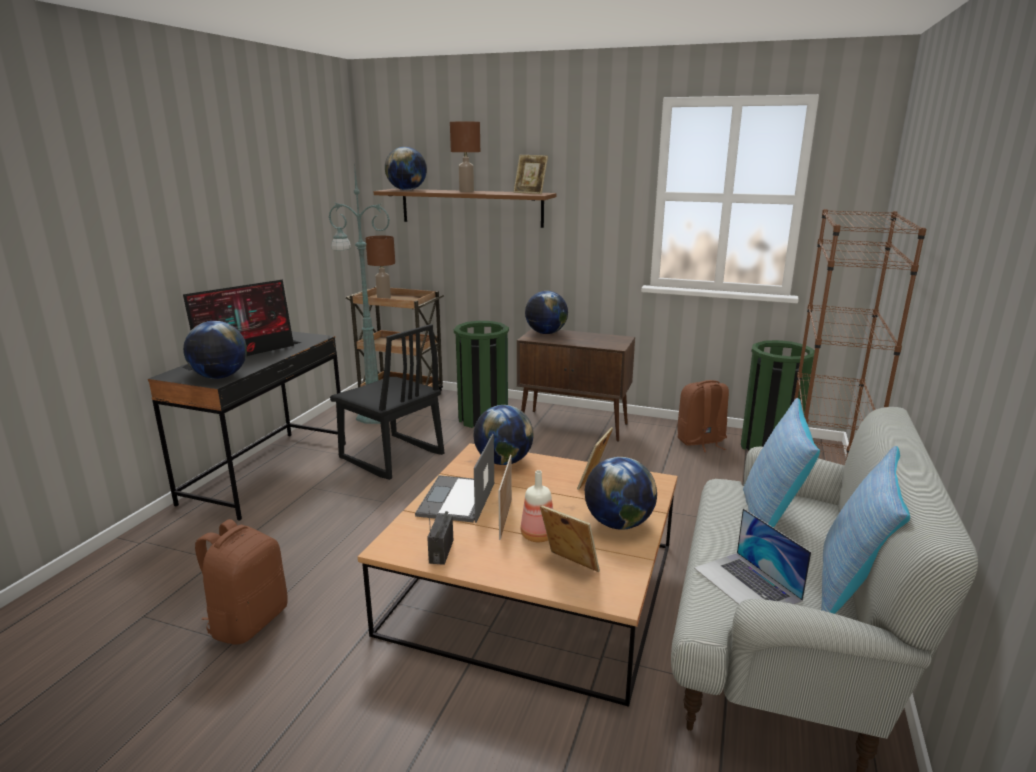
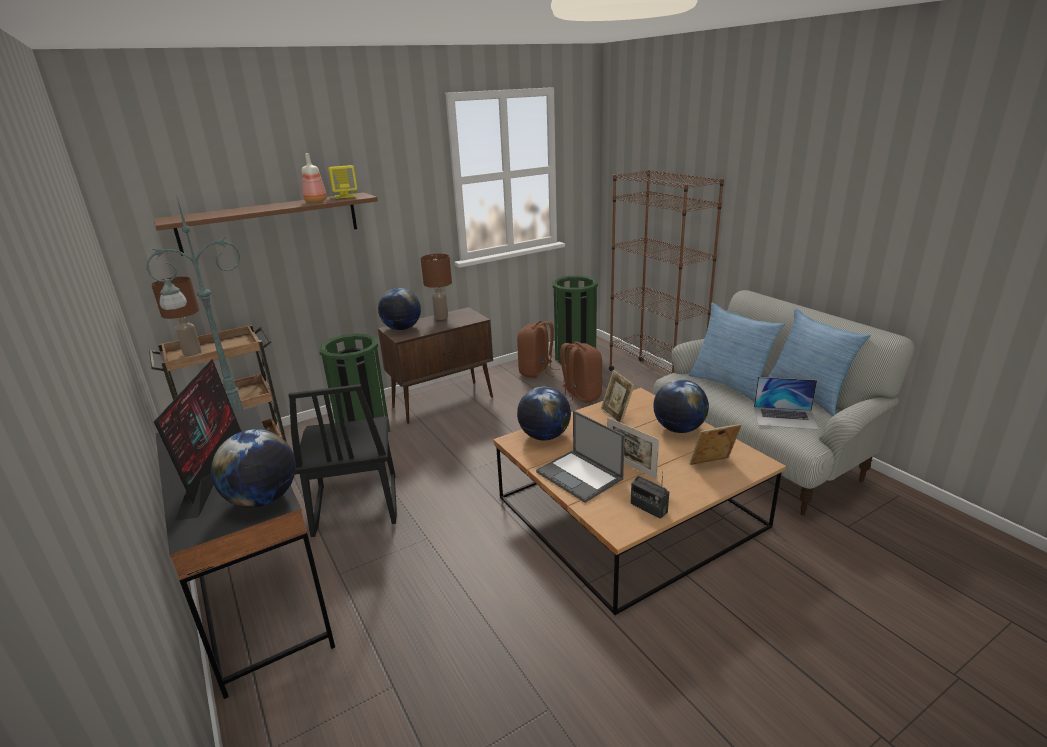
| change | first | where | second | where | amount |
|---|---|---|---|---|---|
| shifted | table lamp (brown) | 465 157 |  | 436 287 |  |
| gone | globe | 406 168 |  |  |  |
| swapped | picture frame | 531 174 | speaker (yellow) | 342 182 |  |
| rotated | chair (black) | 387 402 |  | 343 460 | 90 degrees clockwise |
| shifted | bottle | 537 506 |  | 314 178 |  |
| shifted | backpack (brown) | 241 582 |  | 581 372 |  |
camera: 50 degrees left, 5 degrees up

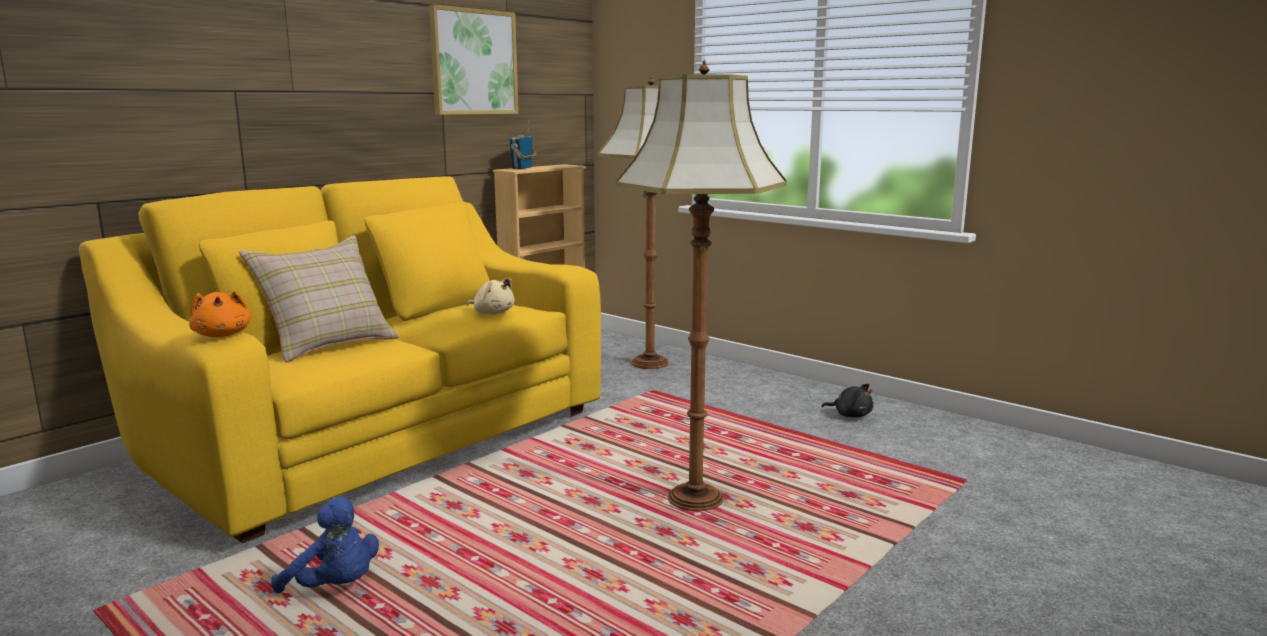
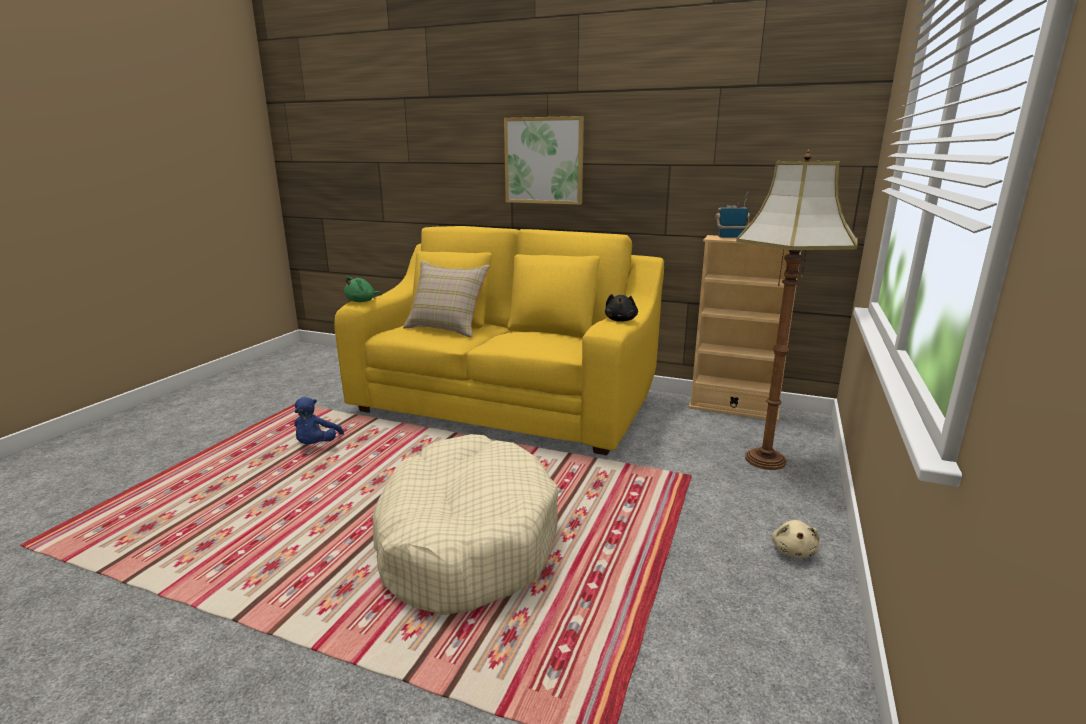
| change | first | where | second | where | amount |
|---|---|---|---|---|---|
| shifted | picture | 474 59 |  | 544 160 |  |
| swapped | floor lamp | 701 285 | dog bed (beige) | 466 524 |  |
| shifted | plush toy (beige) | 491 295 |  | 795 539 |  |
| repainted | plush toy (orange) | 220 314 | plush toy (green) | 363 289 |  |
| shifted | plush toy (black) | 847 401 |  | 621 308 |  |
camera: 70 degrees right, 5 degrees up

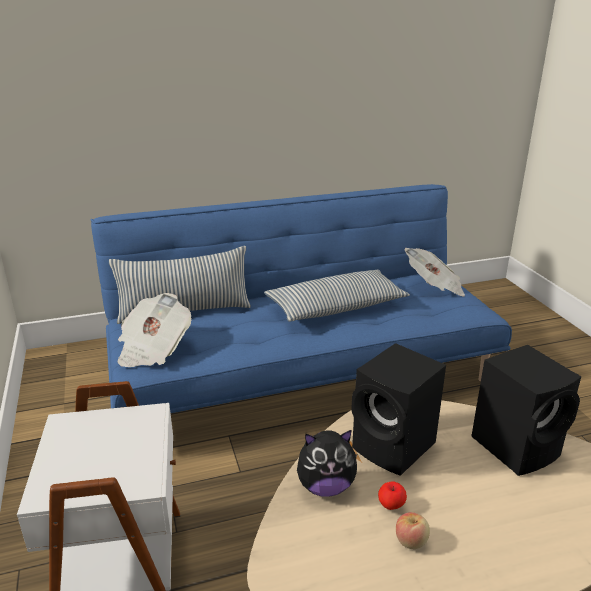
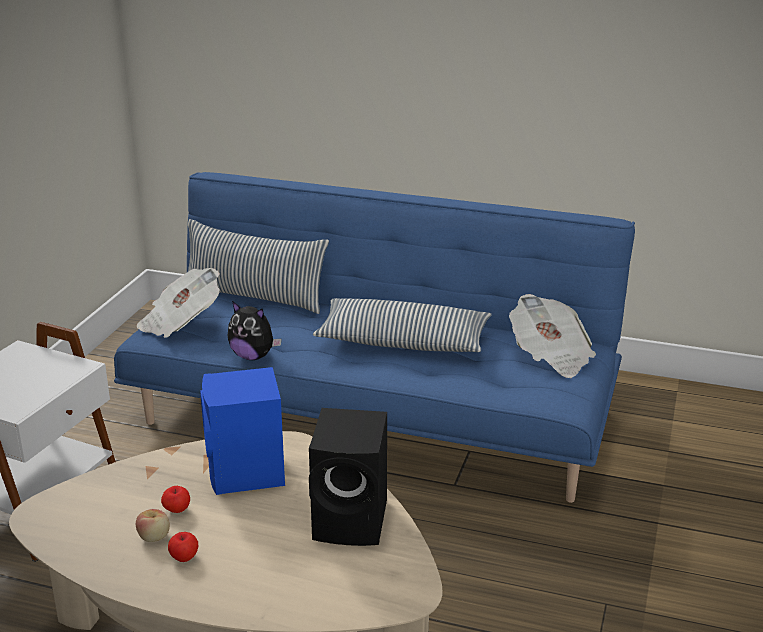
| change | first | where | second | where | amount |
|---|---|---|---|---|---|
| repainted | speaker (black) | 398 409 | speaker (blue) | 242 431 |  |
| shifted | plush toy | 327 463 |  | 255 330 |  |
| new |  |  | apple | 183 547 |  |
camera: 35 degrees right, 0 degrees up

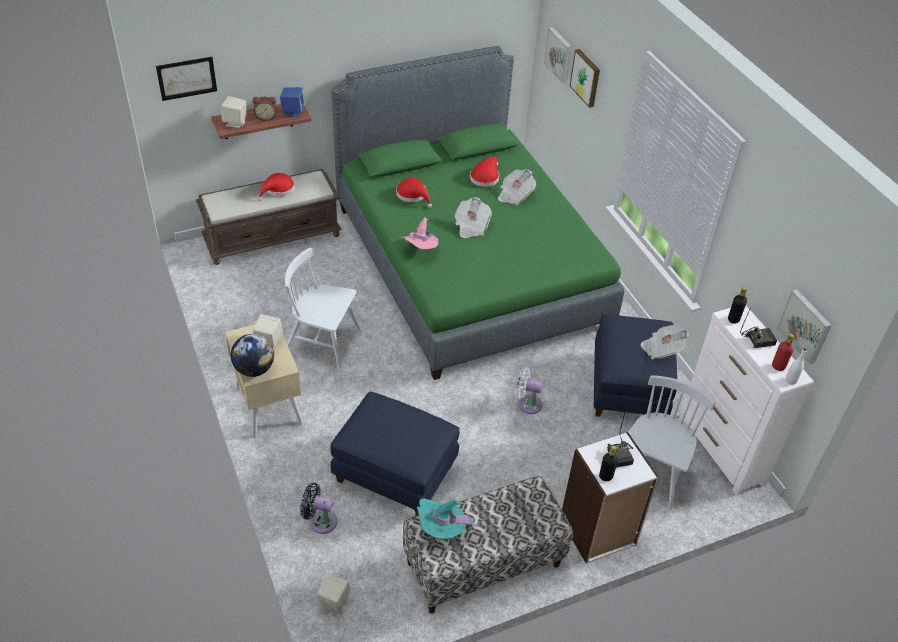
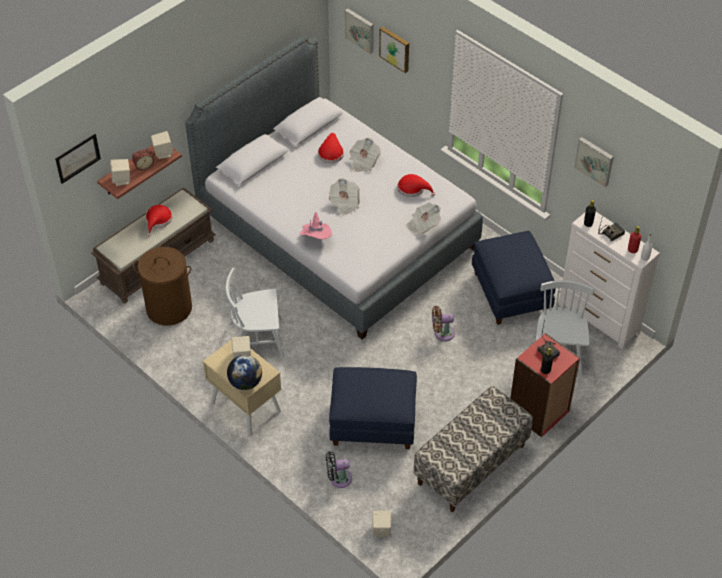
| change | first | where | second | where | amount |
|---|---|---|---|---|---|
| repainted | bed (green) | 477 213 | bed (grey) | 334 187 |  |
| repainted | speaker (blue) | 292 102 | speaker (beige) | 162 145 |  |
| shifted | hat (red) | 414 193 |  | 416 185 |  |
| shifted | picture | 804 327 |  | 594 162 |  |
| shifted | newspaper | 665 341 |  | 423 219 |  |
| repainted | fan (white) | 529 390 | fan (brown) | 443 323 |  |
| repainted | bookcase (white) | 610 498 | bookcase (red) | 545 385 |  |
| gone | hat (turquoise) | 447 518 |  |  |  |
| new |  |  | laundry basket (brown) | 162 286 |  |
camera: 20 degrees left, 5 degrees up

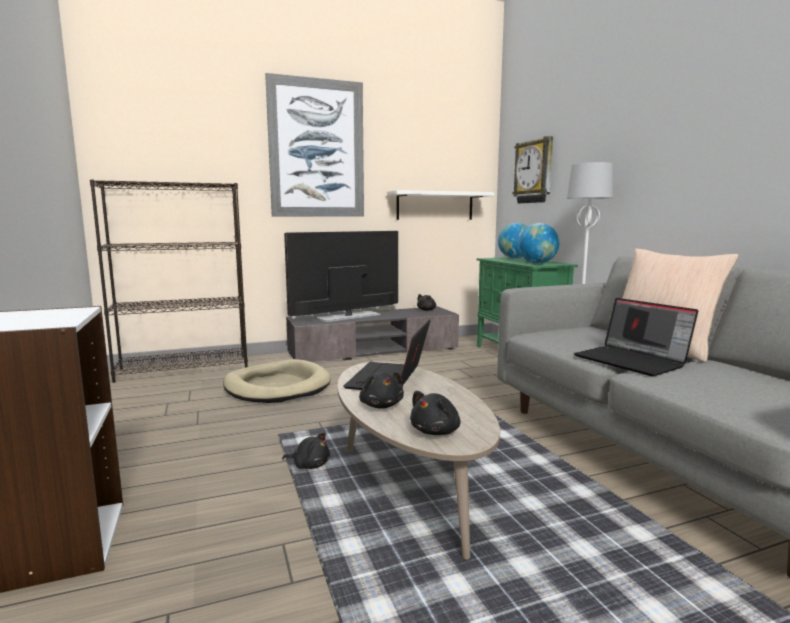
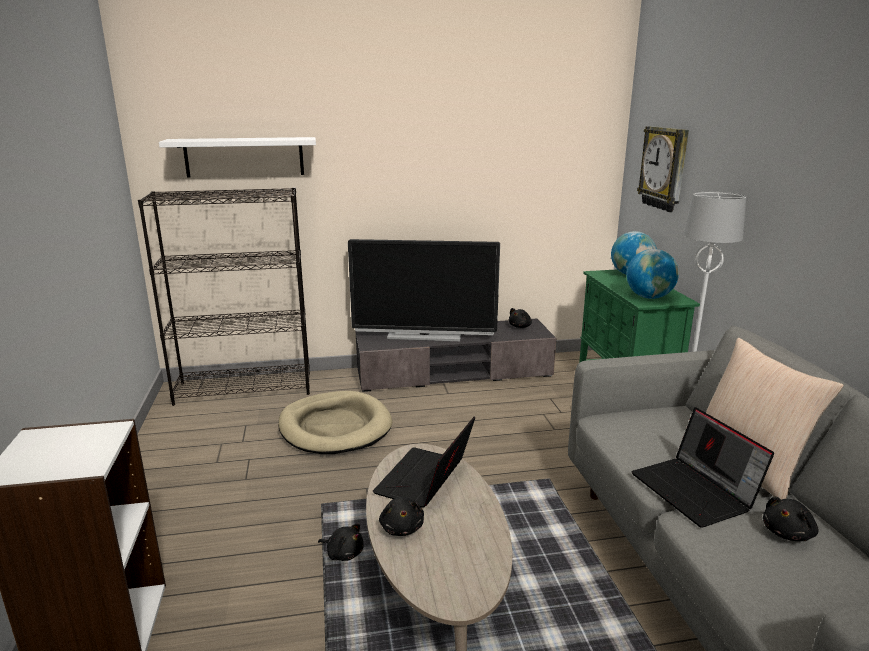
| change | first | where | second | where | amount |
|---|---|---|---|---|---|
| gone | picture | 314 145 |  |  |  |
| shifted | shelf (white) | 441 205 |  | 237 157 |  |
| rotated | television | 341 277 |  | 424 290 | 150 degrees counterclockwise |
| shifted | plush toy (black) | 435 413 |  | 790 519 |  |
camera: 10 degrees right, 10 degrees up

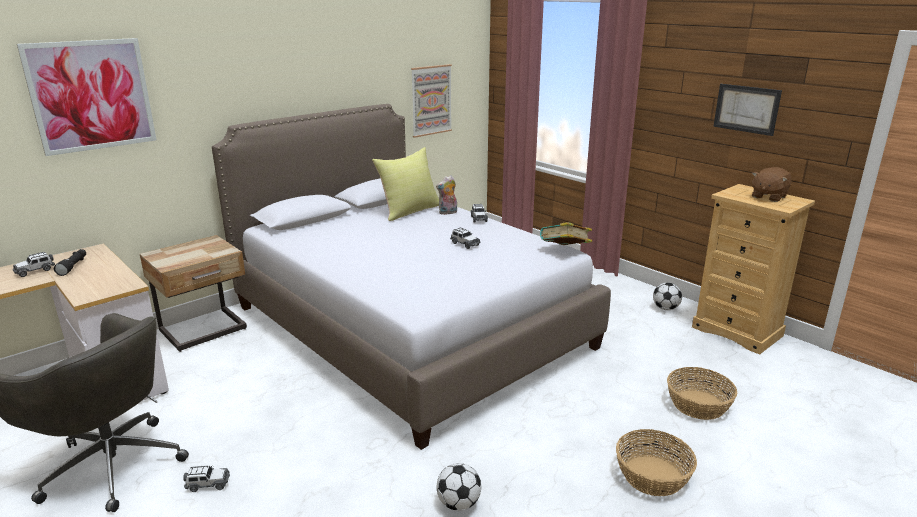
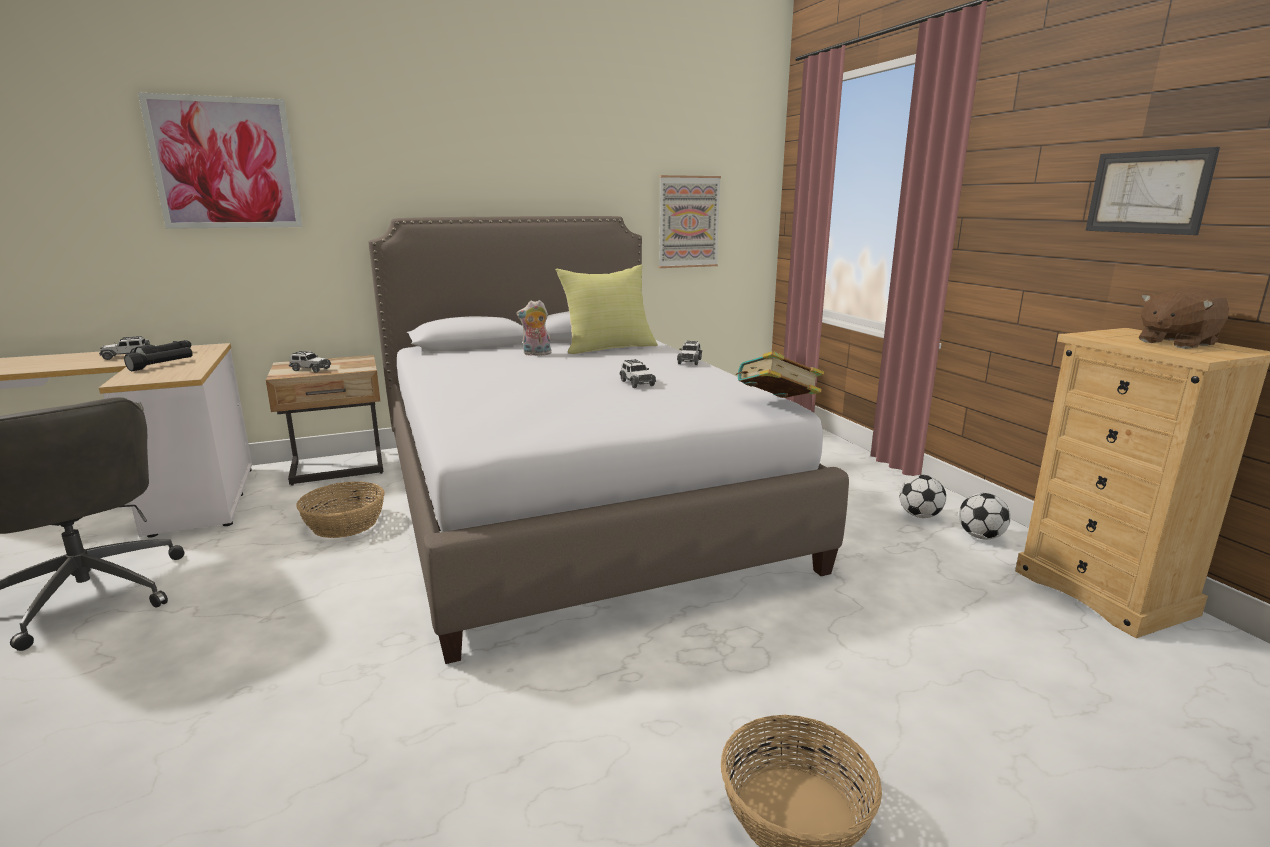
| change | first | where | second | where | amount |
|---|---|---|---|---|---|
| shifted | plush toy | 446 195 |  | 534 328 |  |
| shifted | basket | 702 393 |  | 340 509 |  |
| shifted | football | 459 487 |  | 922 496 |  |
| shifted | toy car | 206 479 |  | 310 362 |  |
| new |  |  | flashlight (black) | 158 359 |  |
camera: 20 degrees right, 5 degrees down

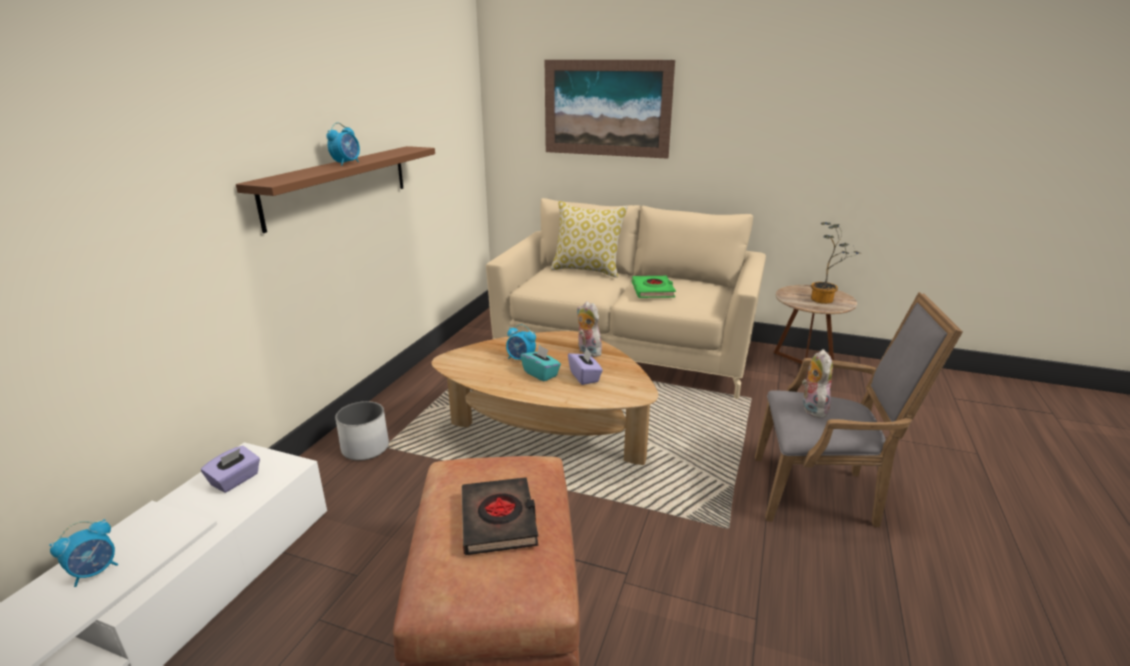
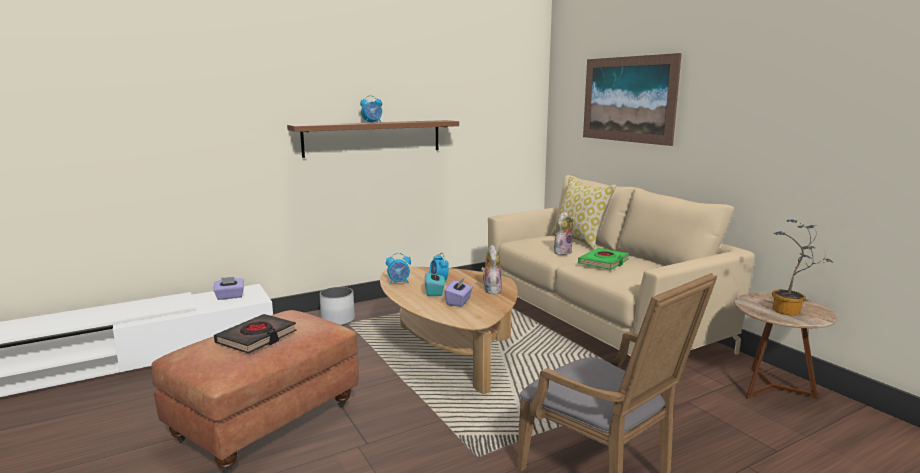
| change | first | where | second | where | amount |
|---|---|---|---|---|---|
| shifted | plush toy | 817 383 |  | 563 233 |  |
| shifted | alarm clock | 83 553 |  | 398 268 |  |
camera: 40 degrees right, 10 degrees down

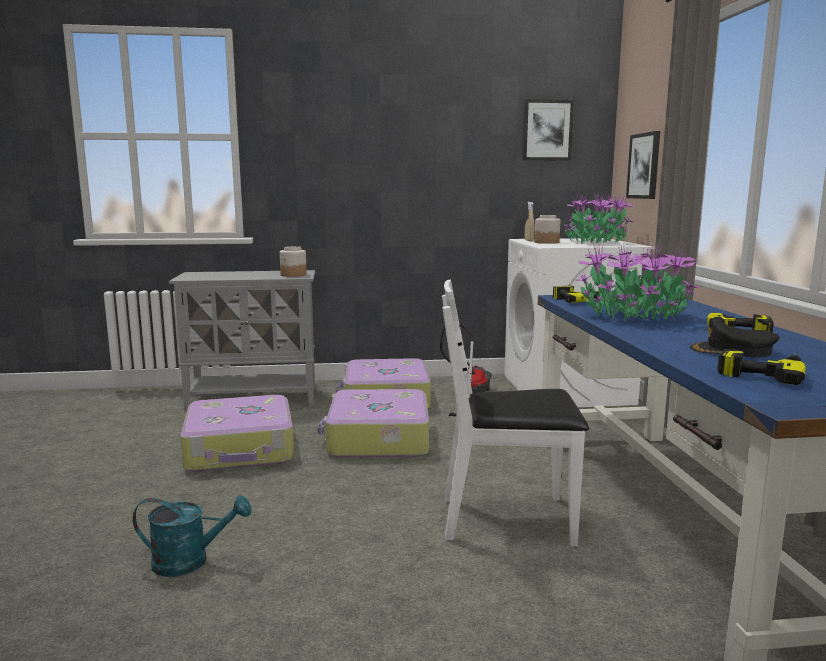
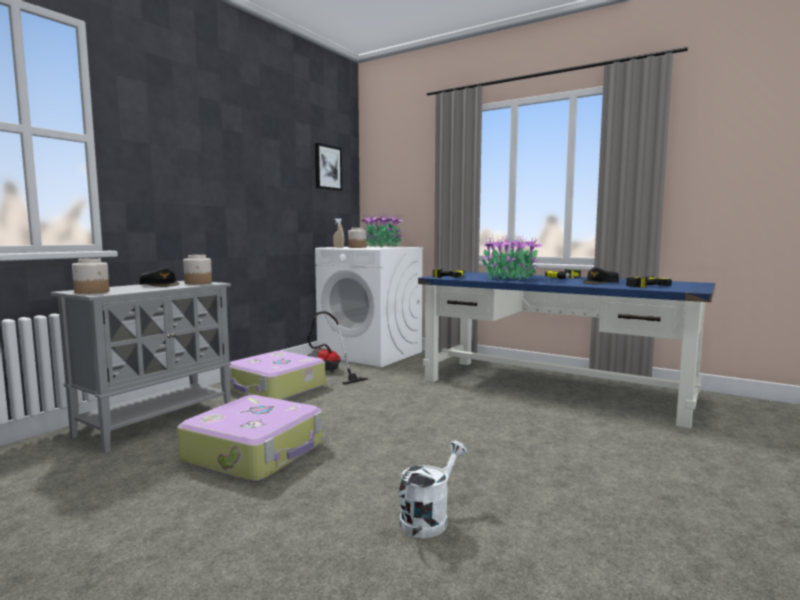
| change | first | where | second | where | amount |
|---|---|---|---|---|---|
| gone | picture | 643 165 |  |  |  |
| gone | chair (white) | 515 412 |  |  |  |
| gone | suitcase | 373 423 |  |  |  |
| repainted | watering can (turquoise) | 192 536 | watering can (white) | 433 489 |  |
| new |  |  | jar | 90 276 |  |
| new |  |  | cap (black) | 159 277 |  |
camera: 50 degrees left, 5 degrees down

